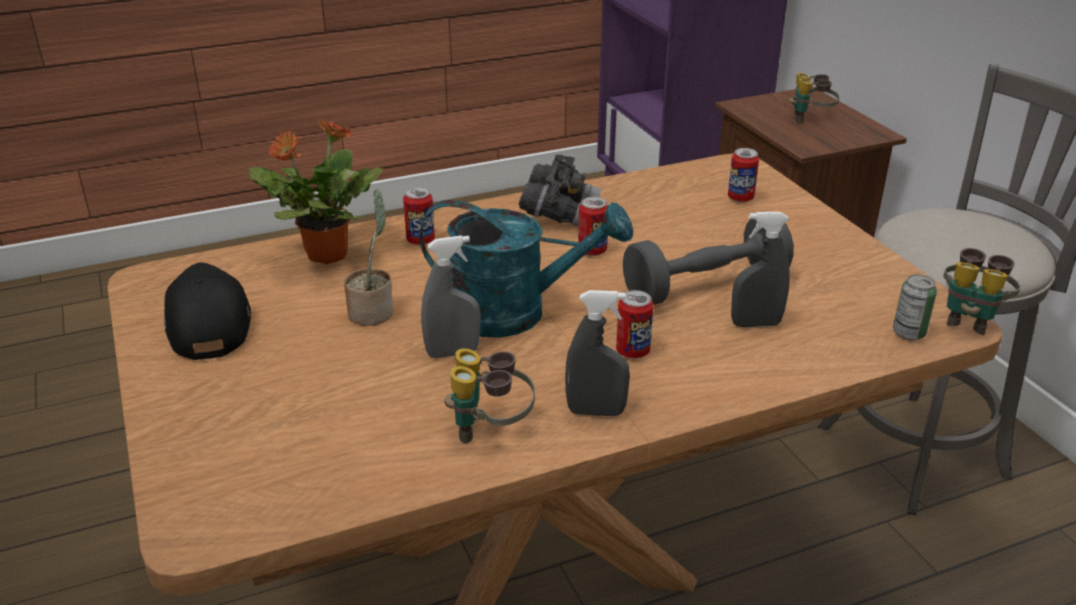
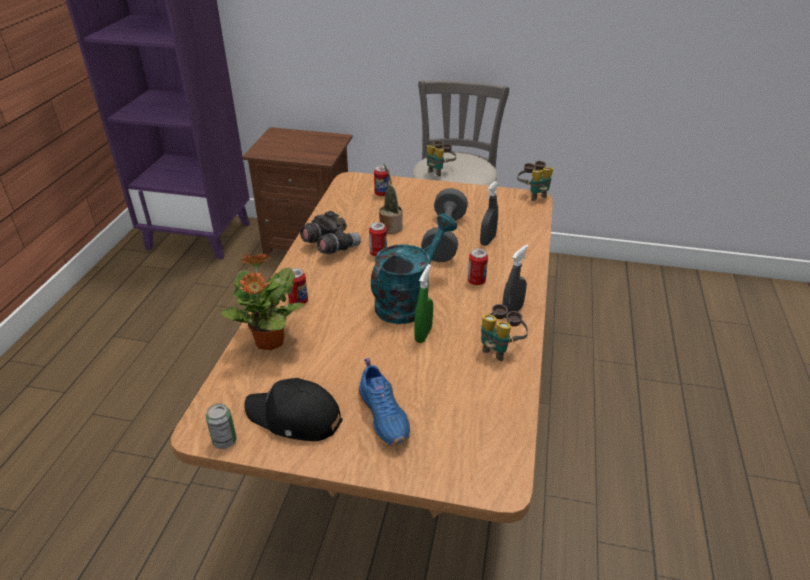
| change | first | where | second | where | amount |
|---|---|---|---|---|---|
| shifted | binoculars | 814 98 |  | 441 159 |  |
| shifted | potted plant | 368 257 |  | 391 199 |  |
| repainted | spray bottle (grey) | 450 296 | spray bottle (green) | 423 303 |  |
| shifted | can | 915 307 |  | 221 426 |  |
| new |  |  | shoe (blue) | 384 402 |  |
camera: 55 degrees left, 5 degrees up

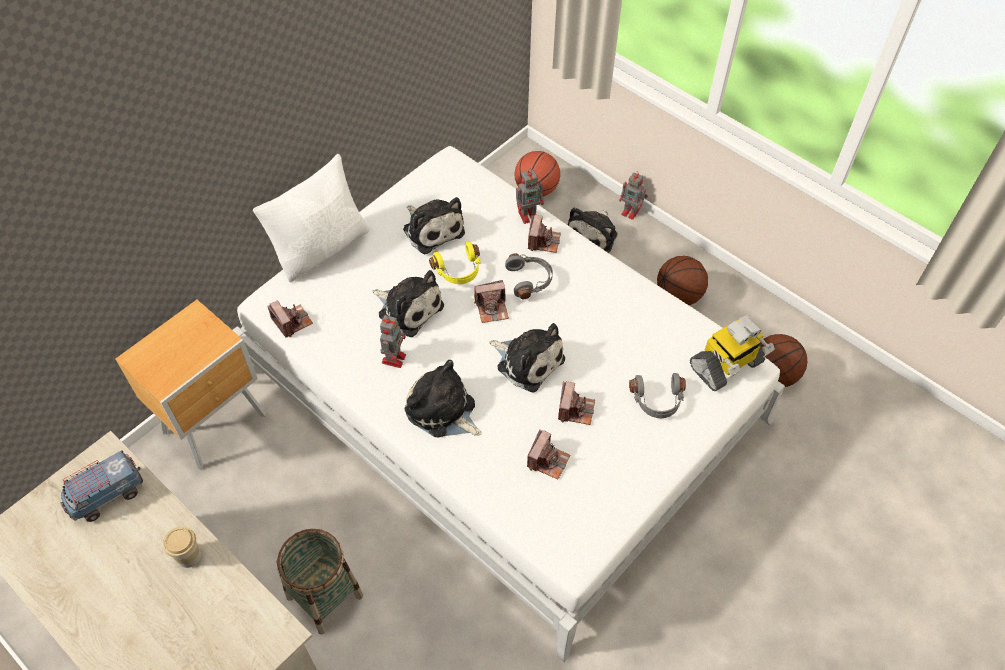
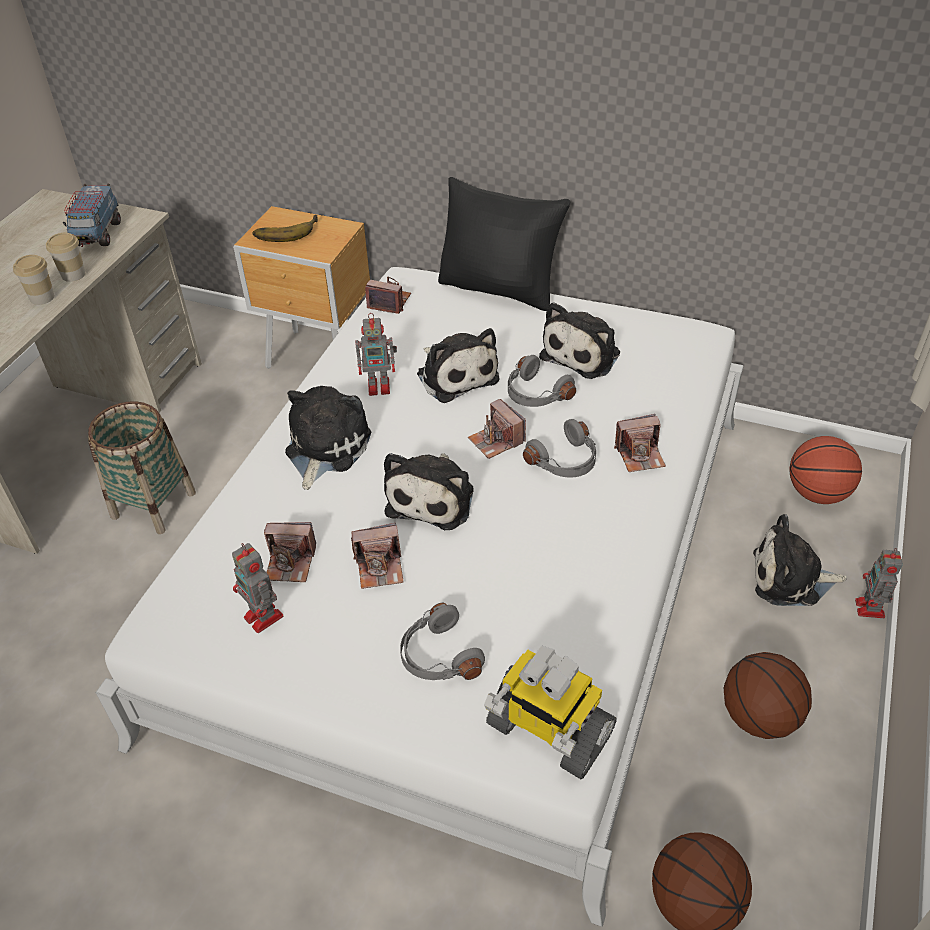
| change | first | where | second | where | amount |
|---|---|---|---|---|---|
| repainted | pillow (white) | 311 218 | pillow (black) | 504 244 |  |
| shifted | toy robot | 530 196 |  | 257 588 |  |
| repainted | headphones (yellow) | 455 263 | headphones (grey) | 542 381 |  |
| rotated | plush toy | 408 303 |  | 458 365 | 45 degrees counterclockwise |
| rotated | photo camera | 290 319 |  | 388 295 | 105 degrees counterclockwise |
| rotated | toy truck | 102 486 |  | 92 215 | 120 degrees counterclockwise |
| new |  |  | banana | 285 228 |  |
| new |  |  | cup | 65 257 |  |
camera: 70 degrees right, 10 degrees down

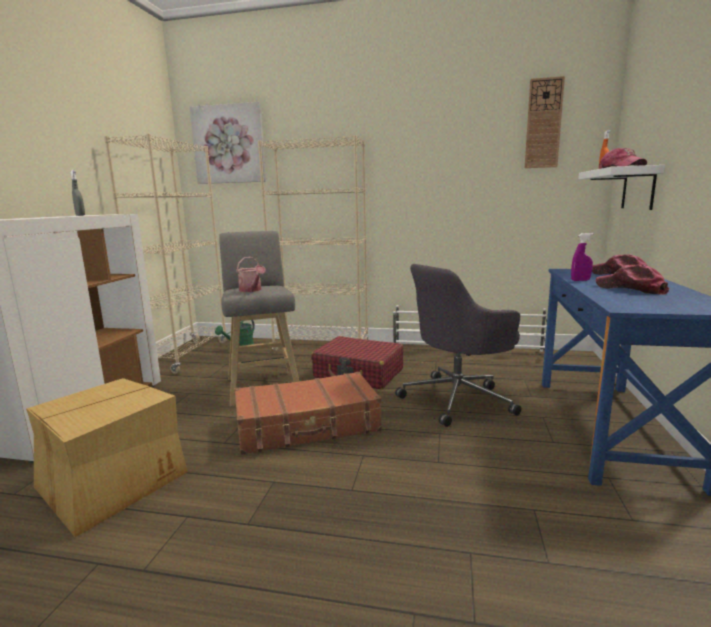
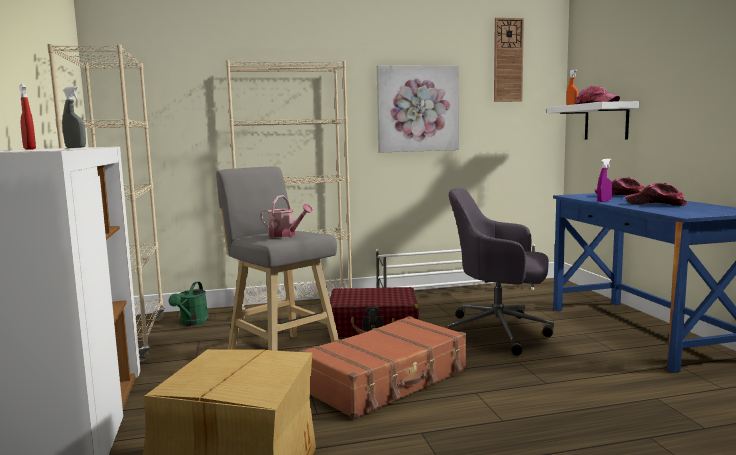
| change | first | where | second | where | amount |
|---|---|---|---|---|---|
| shifted | picture | 228 143 |  | 418 108 |  |
| rotated | office chair (grey) | 458 345 |  | 501 272 | 75 degrees clockwise |
| new |  |  | spray bottle (red) | 27 116 |  |
camera: 25 degrees left, 5 degrees down

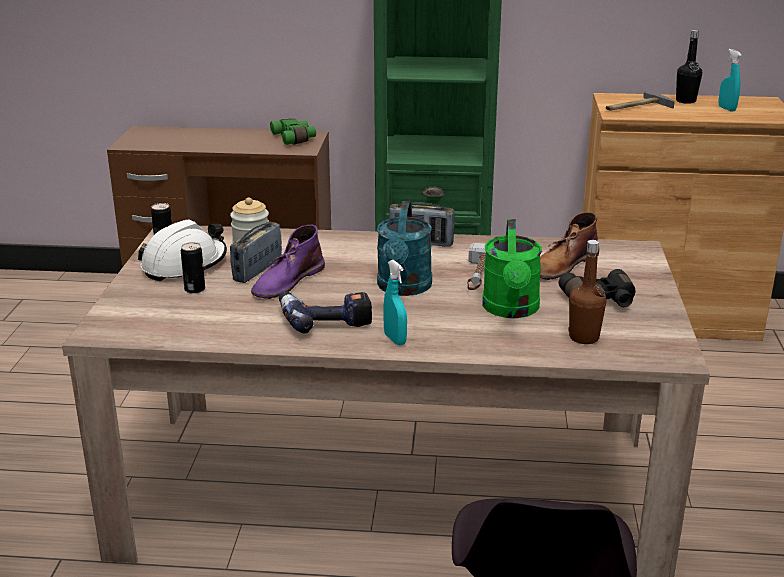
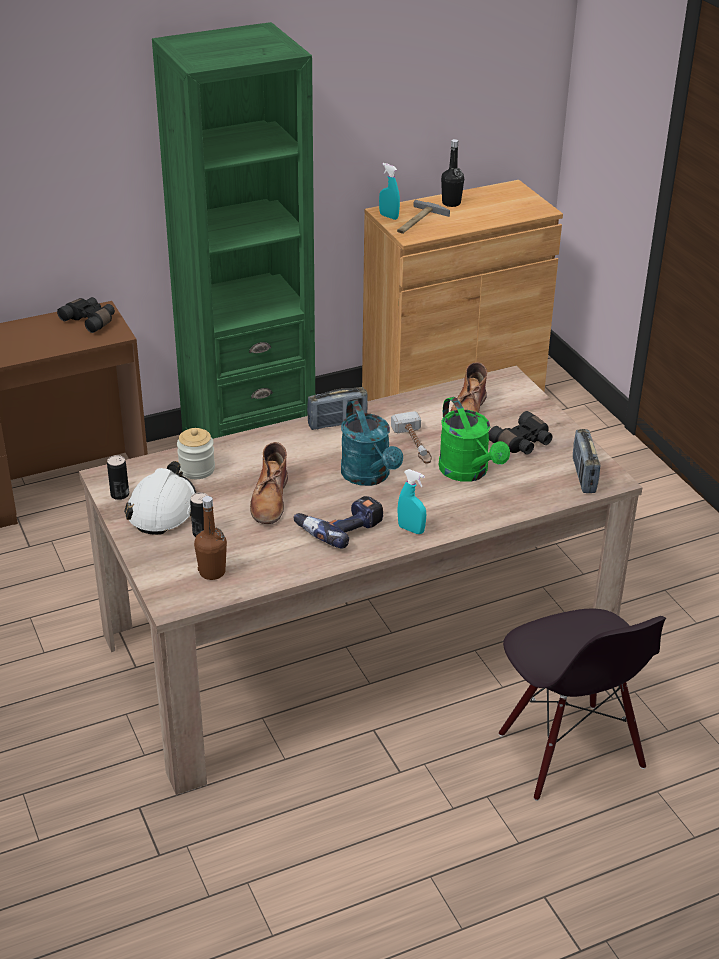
| change | first | where | second | where | amount |
|---|---|---|---|---|---|
| shifted | spray bottle (turquoise) | 730 80 |  | 389 191 |  |
| repainted | binoculars (green) | 293 132 | binoculars (black) | 86 315 |  |
| shifted | radio | 256 252 |  | 586 461 |  |
| repainted | boot (purple) | 288 262 | boot (brown) | 269 483 |  |
| shifted | bottle (brown) | 587 292 |  | 210 538 |  |
camera: 30 degrees left, 10 degrees up

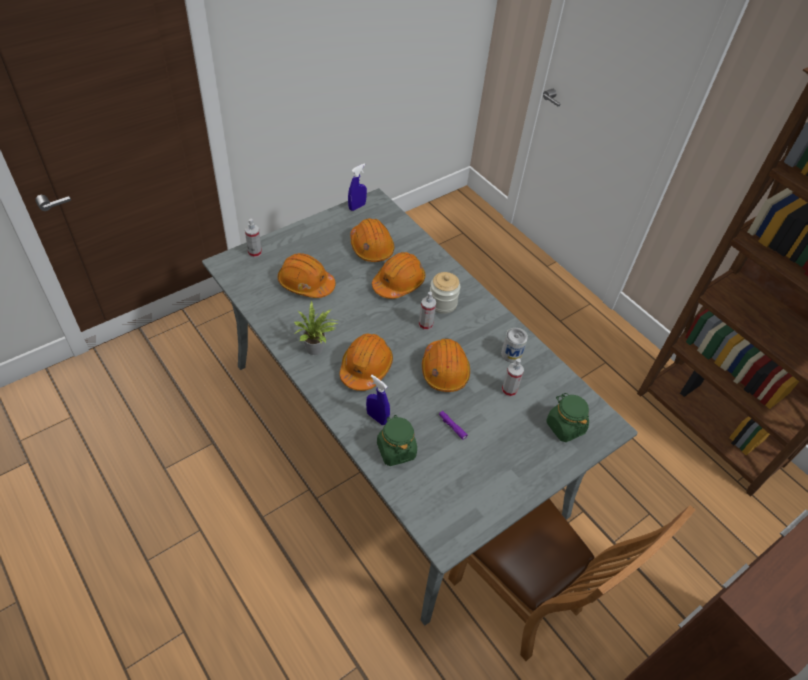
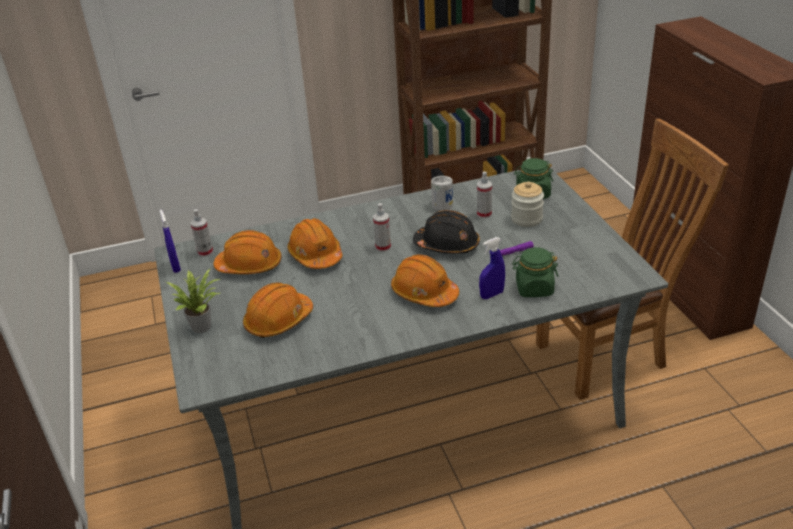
| change | first | where | second | where | amount |
|---|---|---|---|---|---|
| shifted | spray bottle | 253 238 |  | 202 233 |  |
| shifted | jar | 445 293 |  | 527 204 |  |
| shifted | potted plant | 316 328 |  | 193 301 |  |
| repainted | hard hat (orange) | 446 365 | hard hat (black) | 446 232 |  |
camera: 65 degrees left, 15 degrees down

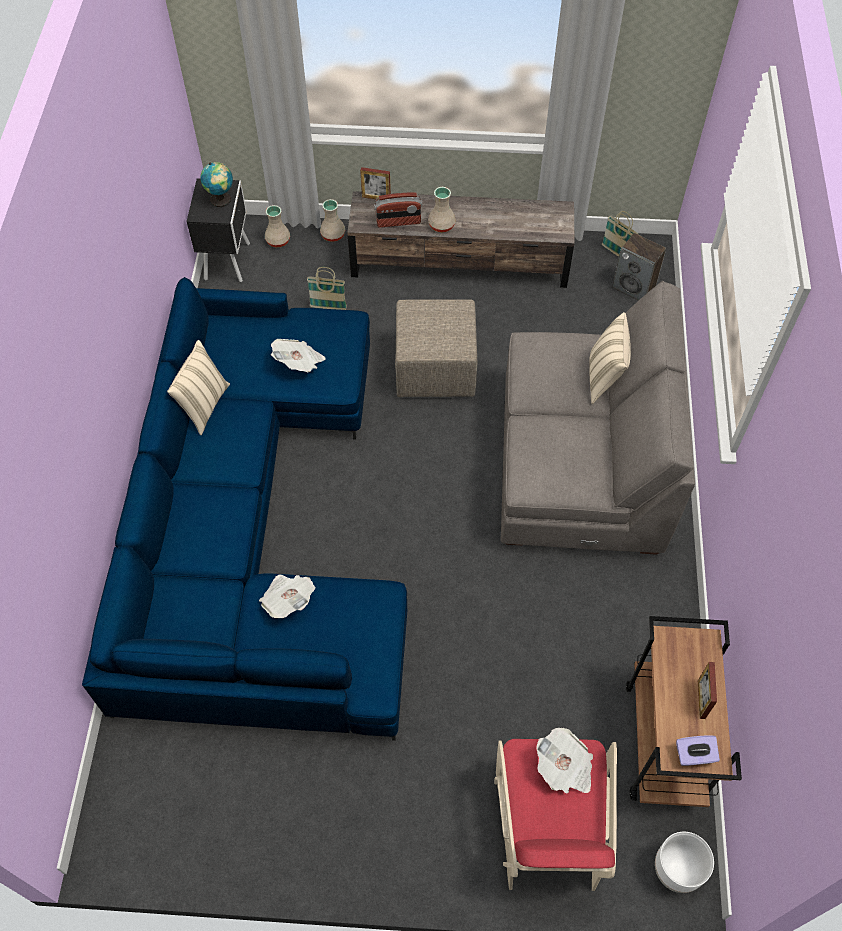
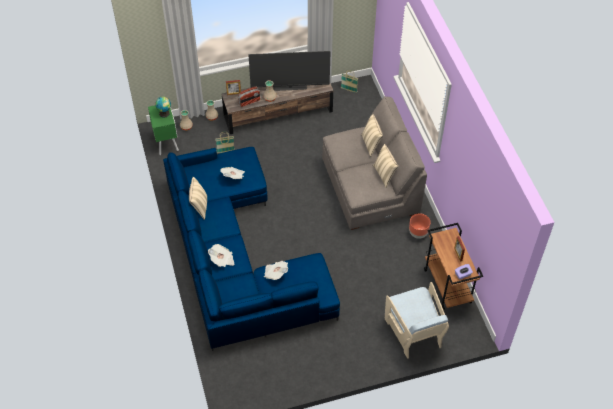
| change | first | where | second | where | amount |
|---|---|---|---|---|---|
| repainted | nightstand (black) | 218 230 | nightstand (green) | 163 130 |  |
| gone | speaker | 639 267 |  |  |  |
| gone | ottoman (beige) | 436 348 |  |  |  |
| shifted | newspaper | 564 761 |  | 221 255 |  |
| repainted | armchair (red) | 555 815 | armchair (beige) | 417 320 |  |
| gone | planter (white) | 684 862 |  |  |  |
| new |  |  | television | 289 71 |  |
| new |  |  | pillow (beige) | 385 166 |  |
| new |  |  | planter (brown) | 420 226 |  |
camera: 20 degrees left, 5 degrees down

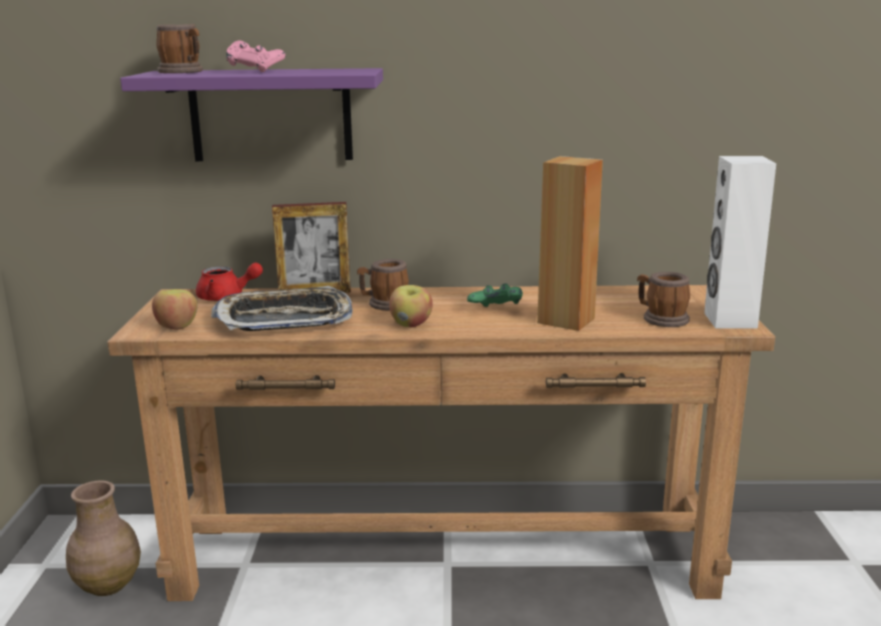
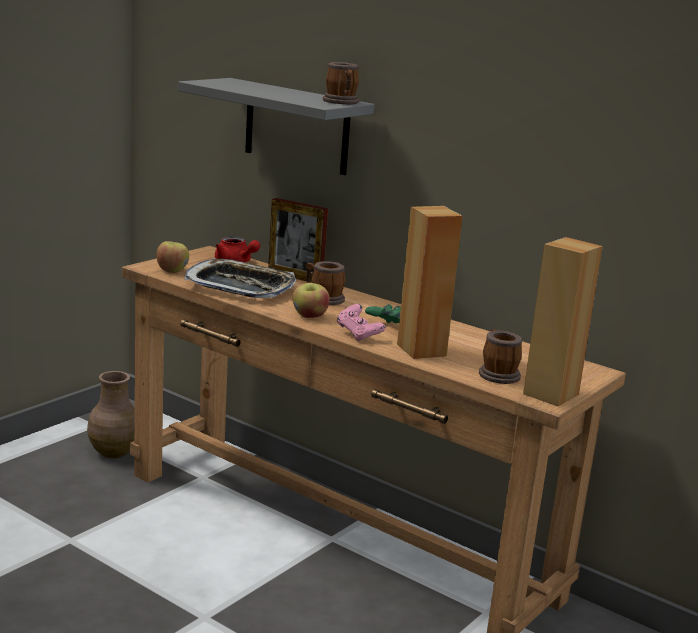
| change | first | where | second | where | amount |
|---|---|---|---|---|---|
| shifted | mug | 179 48 |  | 341 83 |  |
| shifted | game controller (pink) | 256 56 |  | 361 322 |  |
| repainted | shelf (purple) | 251 114 | shelf (grey) | 276 126 |  |
| repainted | speaker (white) | 740 242 | speaker (brown) | 563 321 |  |
camera: 35 degrees right, 0 degrees up

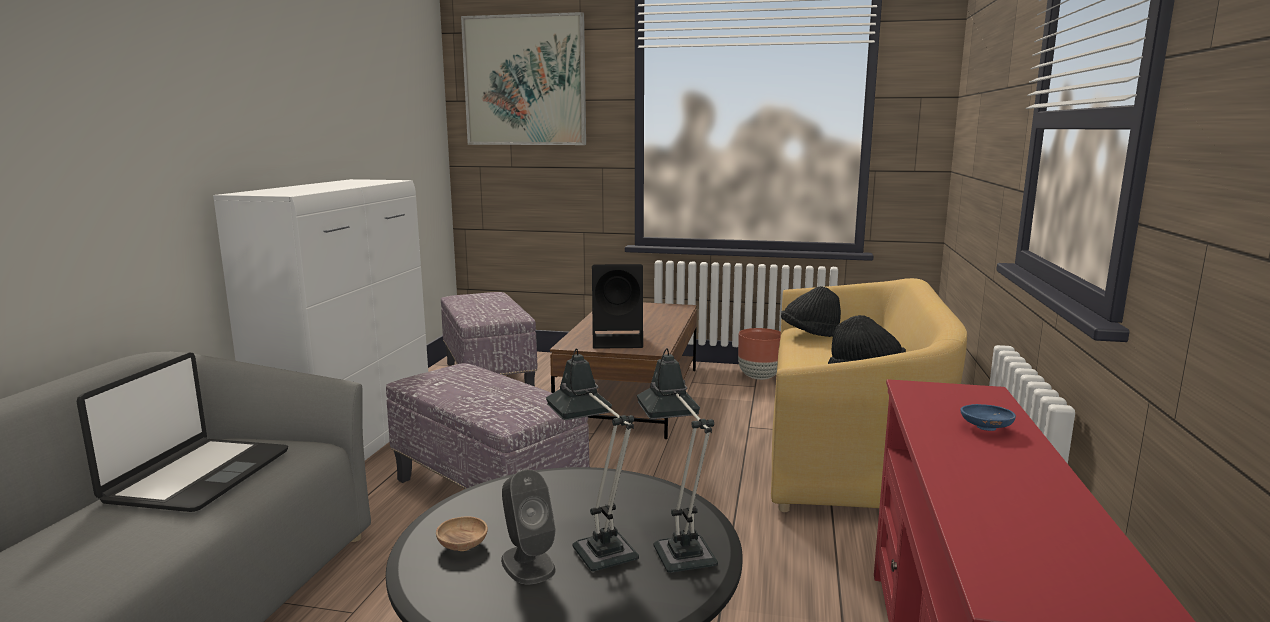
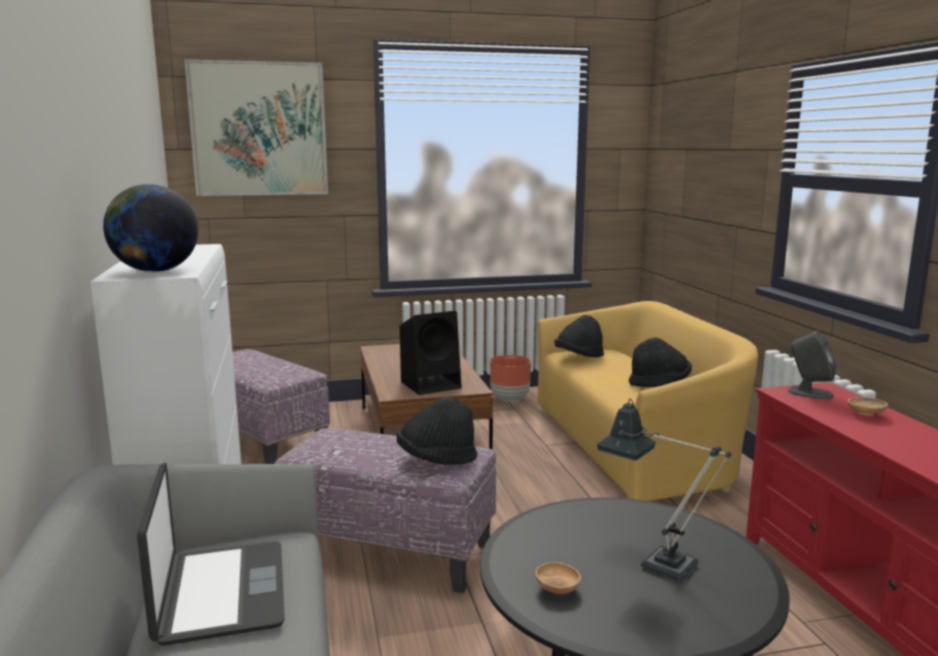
| change | first | where | second | where | amount |
|---|---|---|---|---|---|
| gone | table lamp | 677 460 |  |  |  |
| repainted | bowl (blue) | 988 417 | bowl (brown) | 868 406 |  |
| shifted | speaker (grey) | 528 526 |  | 812 365 |  |
| new |  |  | globe | 150 228 |  |
| new |  |  | hat (black) | 437 430 |  |
camera: 25 degrees left, 0 degrees up

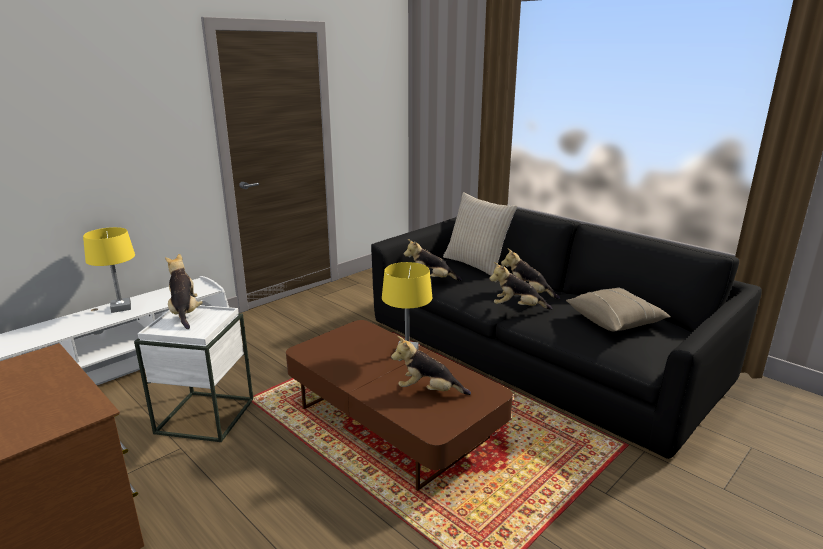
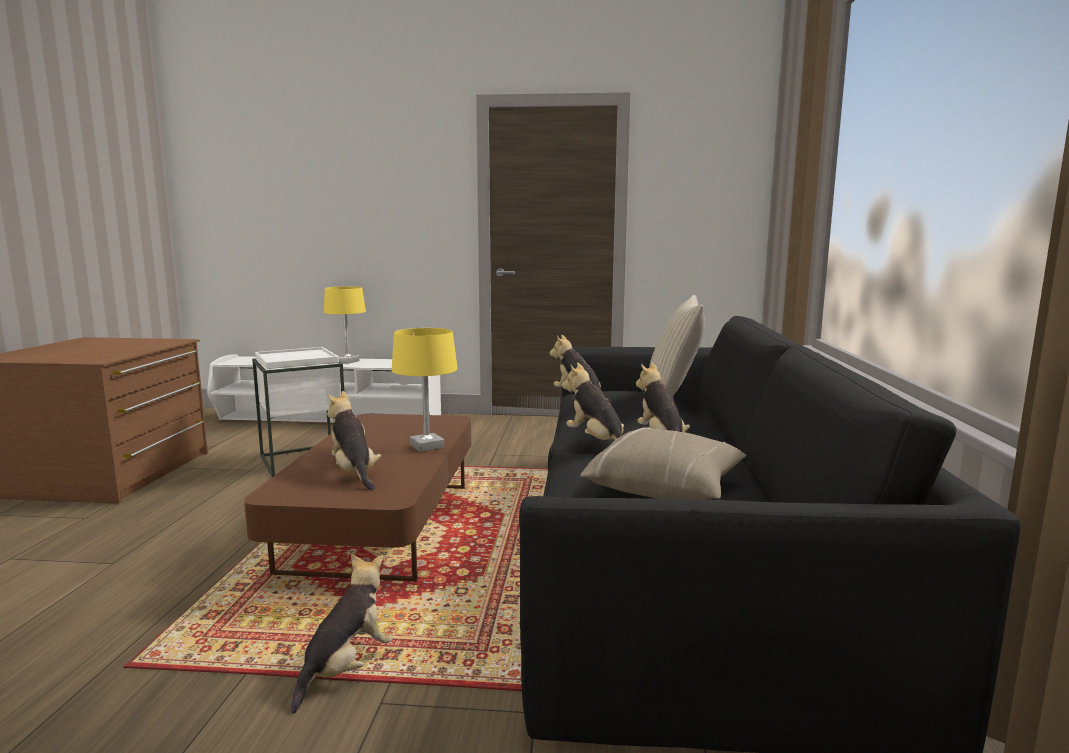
| change | first | where | second | where | amount |
|---|---|---|---|---|---|
| shifted | plush toy | 184 291 |  | 342 634 |  |
camera: 50 degrees right, 10 degrees down

